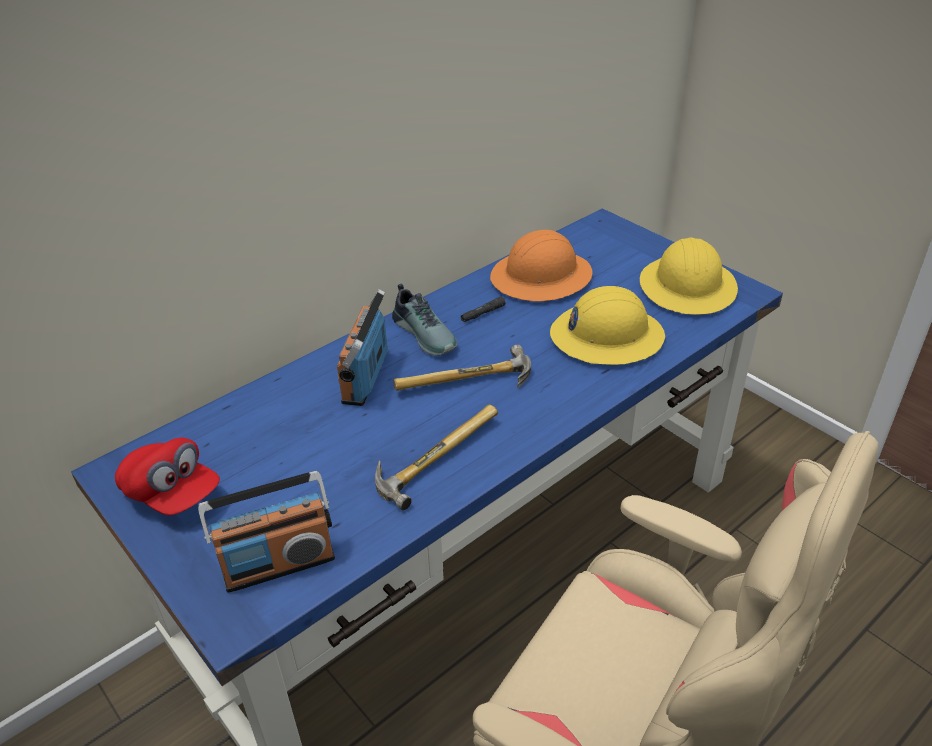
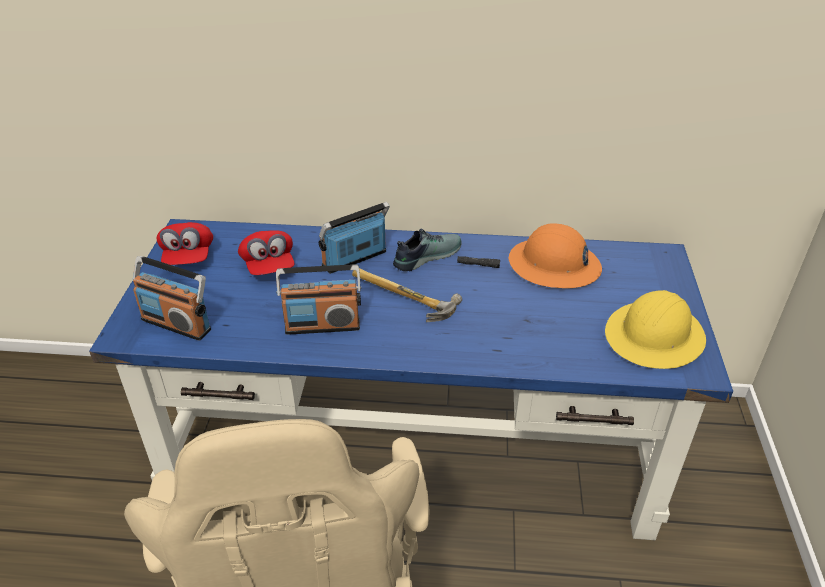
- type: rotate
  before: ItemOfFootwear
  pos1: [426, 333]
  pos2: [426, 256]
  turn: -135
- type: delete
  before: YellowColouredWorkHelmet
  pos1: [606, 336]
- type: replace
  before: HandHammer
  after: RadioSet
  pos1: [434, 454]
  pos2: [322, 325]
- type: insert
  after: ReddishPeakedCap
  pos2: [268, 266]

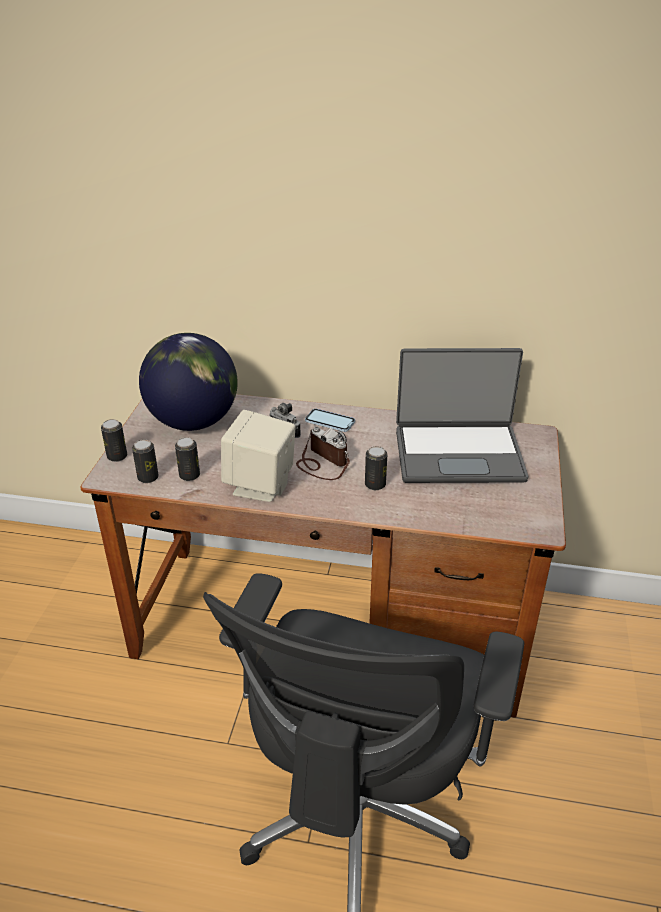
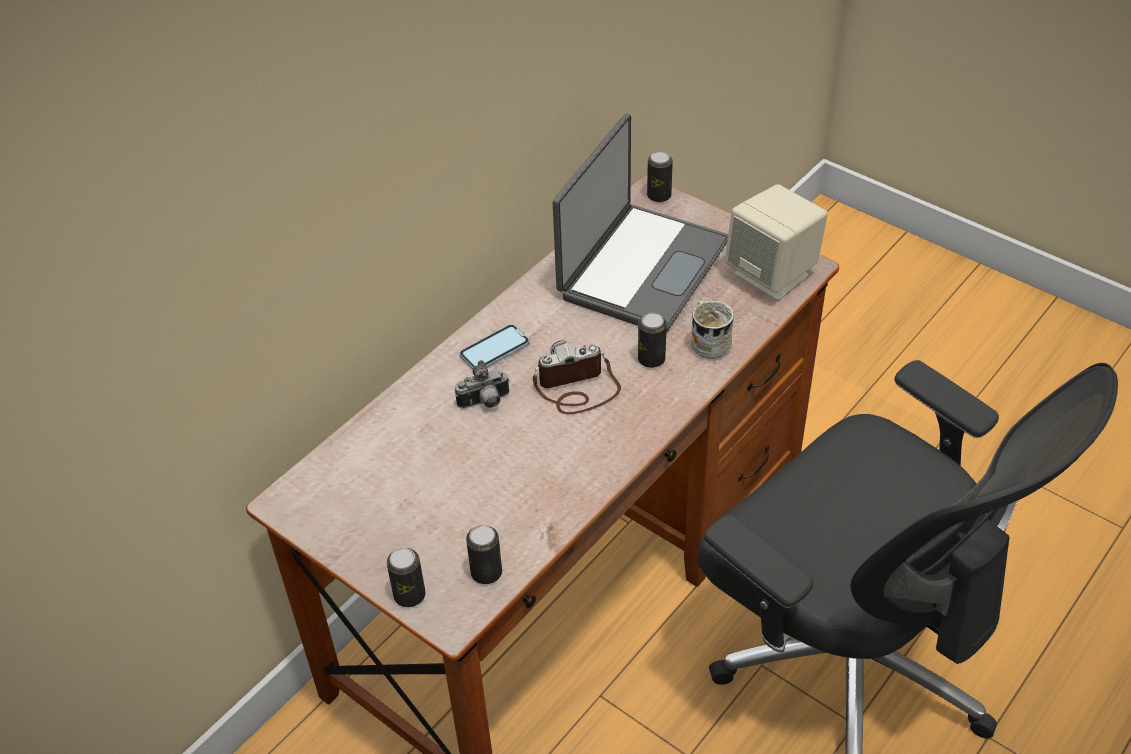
- type: delete
  before: DeskGlobe
  pos1: [193, 422]
- type: move
  before: BeigeColouredAudioSpeaker
  pos1: [260, 485]
  pos2: [772, 275]
- type: move
  before: Can
  pos1: [189, 475]
  pos2: [659, 196]
- type: insert
  after: WhiteCoffeeMug
  pos2: [708, 341]

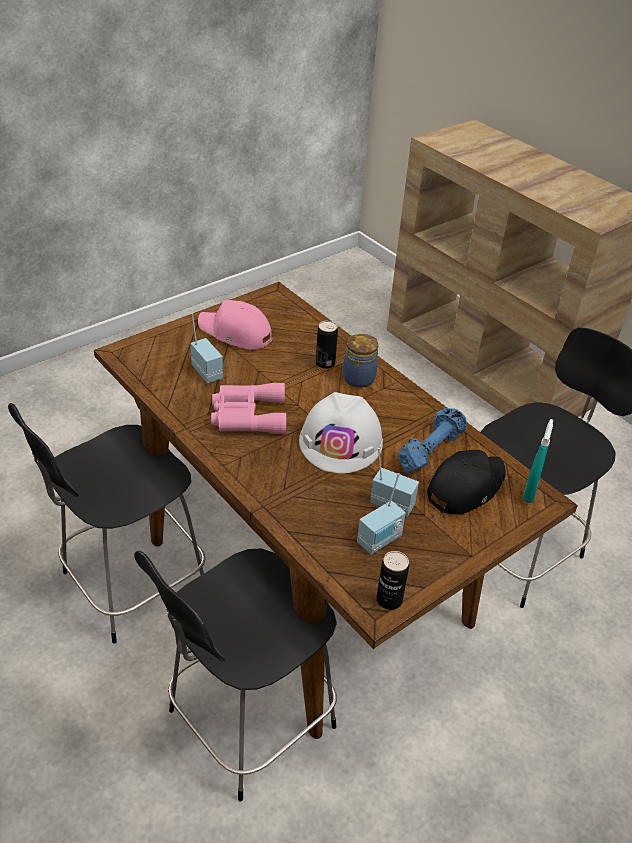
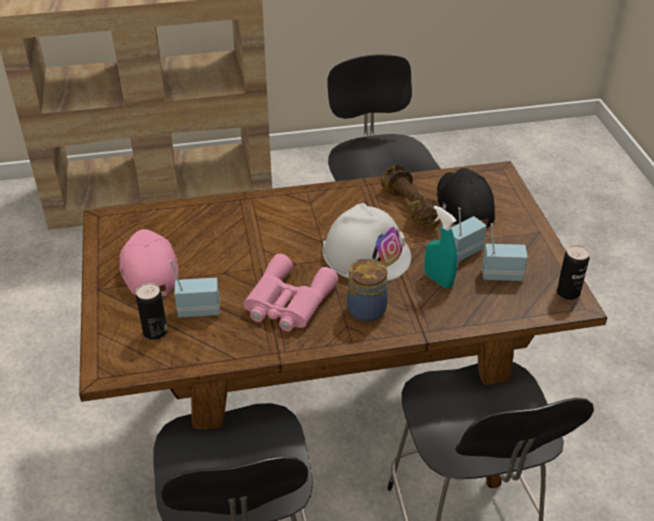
- type: rotate
  before: PinkishPeakedCap
  pos1: [235, 333]
  pos2: [148, 269]
  turn: 105
- type: move
  before: Can
  pos1: [325, 363]
  pos2: [155, 332]
- type: move
  before: StorageJar
  pos1: [359, 378]
  pos2: [366, 308]
- type: recolor
  before: BlueHandWeight
  after: BrownHandWeight
  pos1: [429, 450]
  pos2: [409, 207]
- type: move
  before: BlueGreenSprayBottle
  pos1: [529, 493]
  pos2: [438, 280]
- type: rotate
  before: RadioSet
  pos1: [380, 541]
  pos2: [501, 274]
  turn: -75

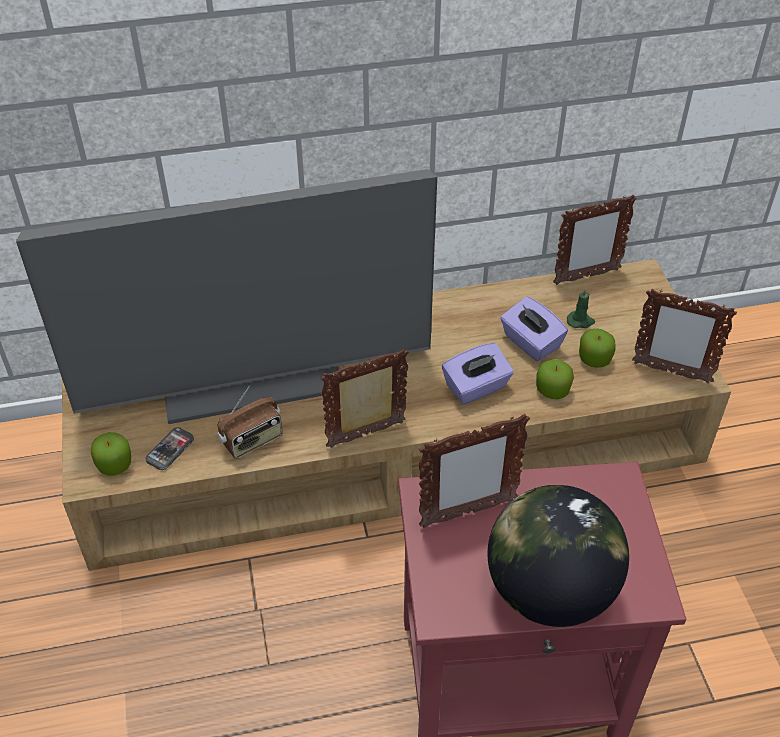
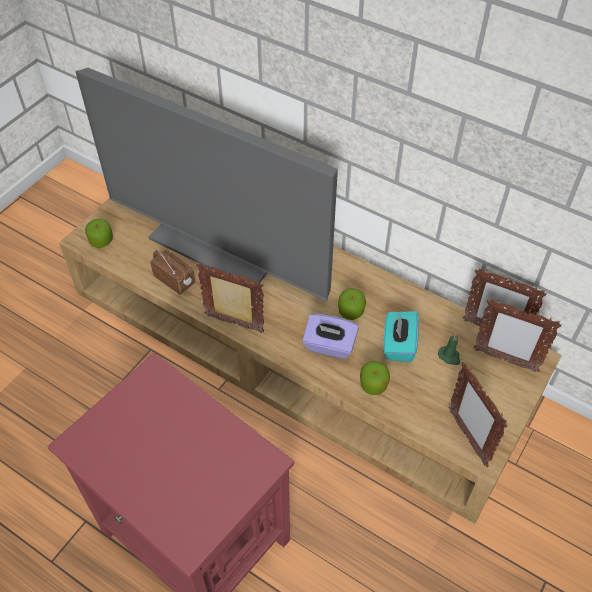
- type: recolor
  before: PurplishTissueBox
  after: BlueGreenTissueBox
  pos1: [530, 342]
  pos2: [398, 345]
- type: move
  before: WholeApple
  pos1: [594, 358]
  pos2: [351, 311]
- type: rotate
  before: RadioSet
  pos1: [252, 441]
  pos2: [175, 280]
  turn: -150
- type: move
  before: PhotoFrame
  pos1: [467, 513]
  pos2: [504, 360]
- type: delete
  before: Telephone
  pos1: [170, 449]
- type: delete
  before: DeskGlobe
  pos1: [549, 591]

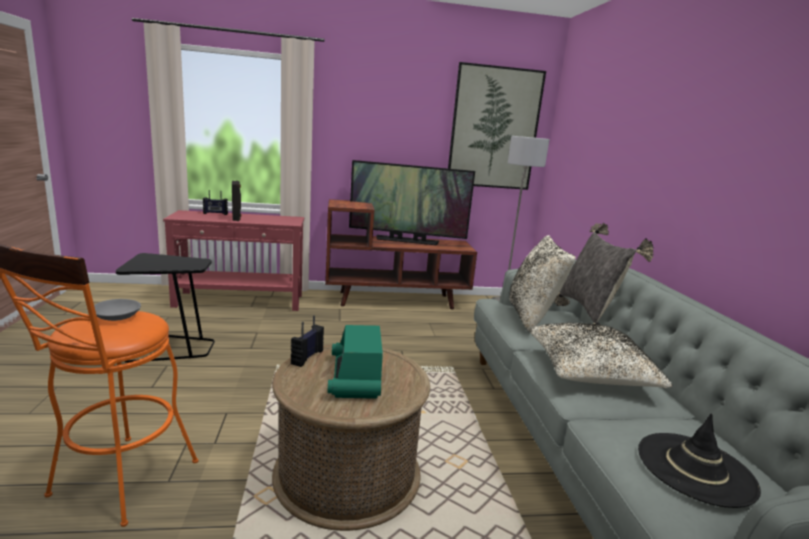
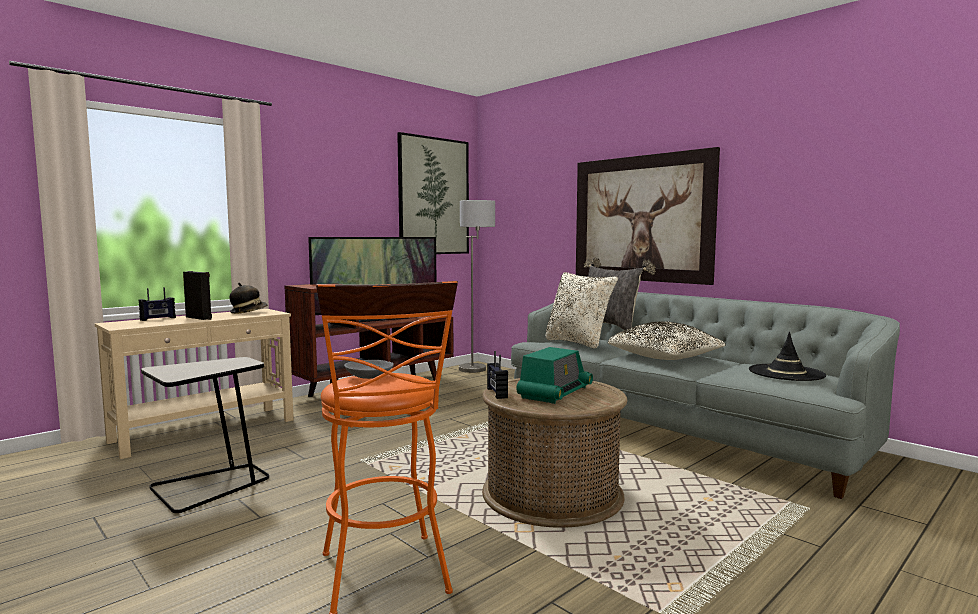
- type: recolor
  before: ReddishConsoleTable
  after: BeigeColouredConsoleTable
  pos1: [240, 301]
  pos2: [206, 431]
- type: rotate
  before: RadioSet
  pos1: [355, 377]
  pos2: [555, 392]
  turn: -105
- type: insert
  after: WallArt
  pos2: [641, 218]
- type: insert
  after: ClothingHat
  pos2: [248, 312]

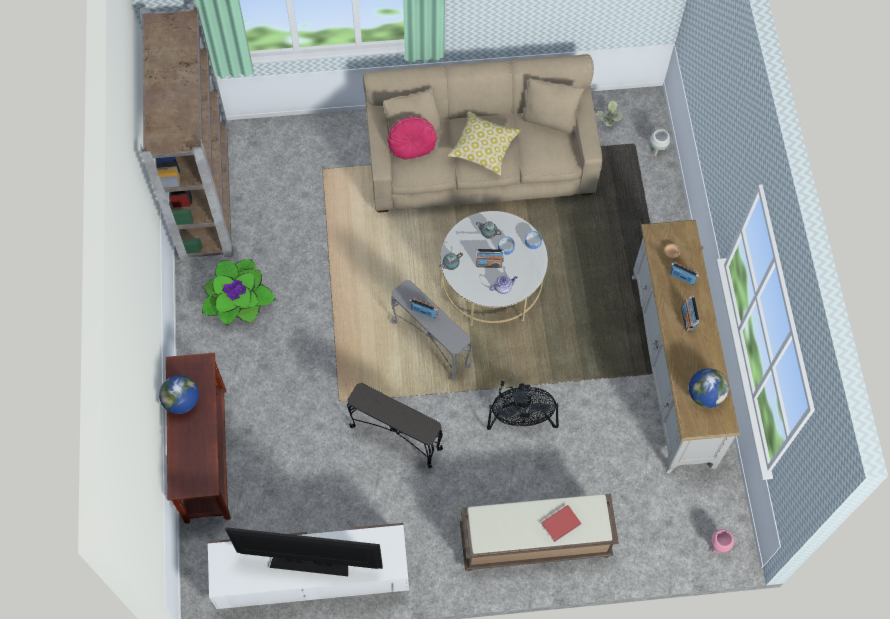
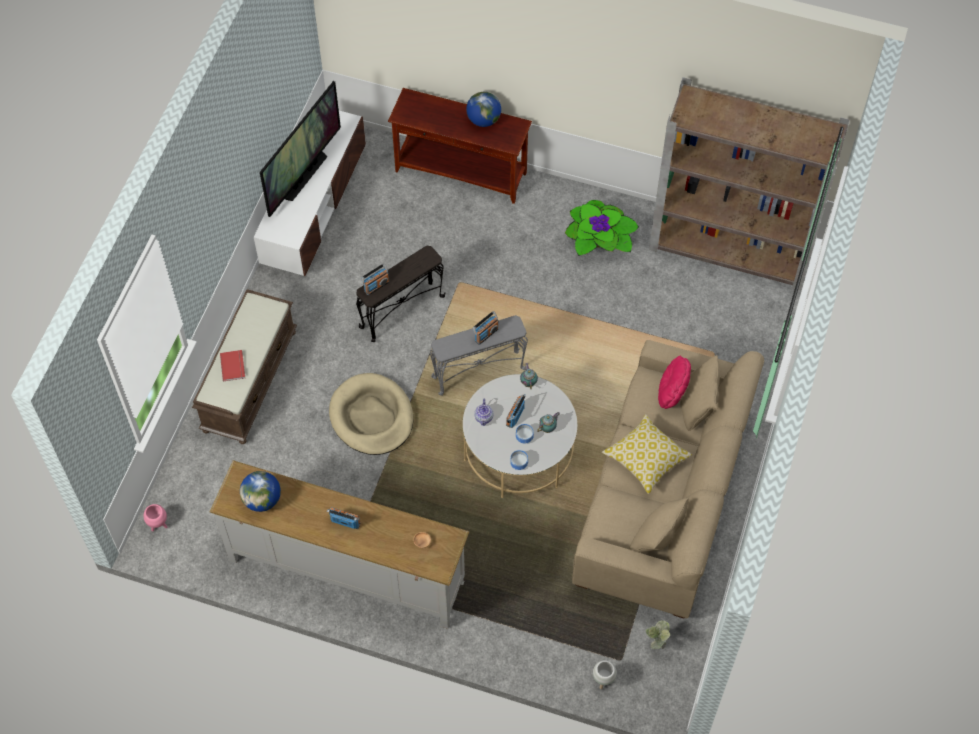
- type: move
  before: RadioSet
  pos1: [682, 277]
  pos2: [376, 286]
- type: replace
  before: BlackFan
  after: BeigeColouredDogBed
  pos1: [518, 415]
  pos2: [371, 417]

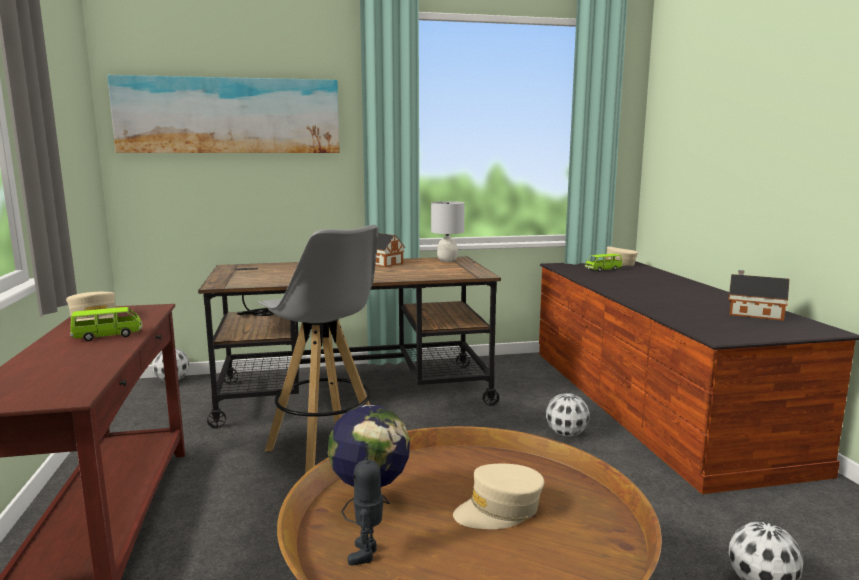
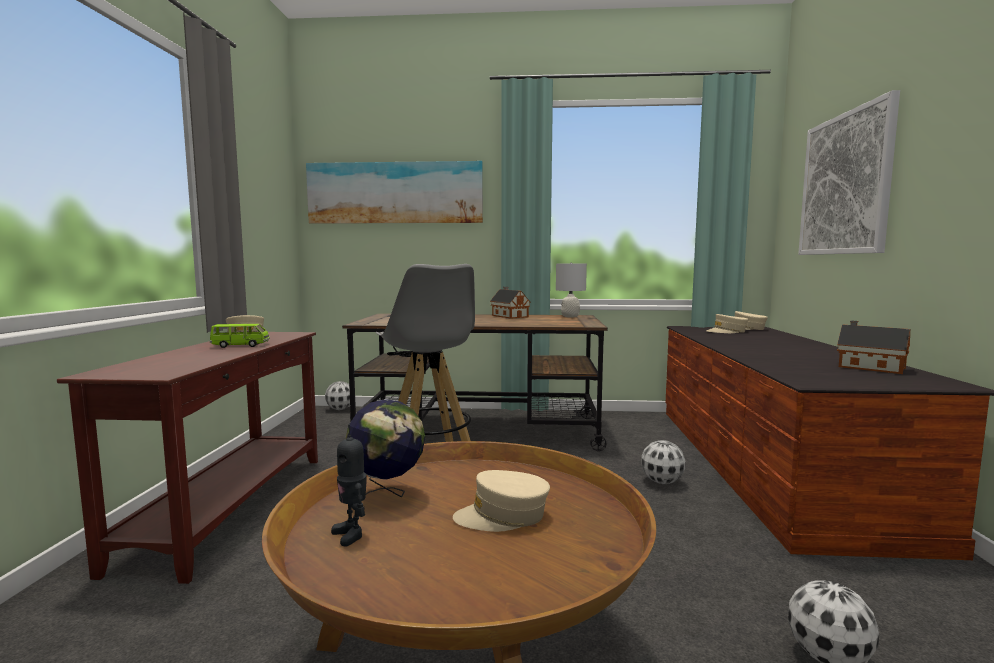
- type: replace
  before: GreenModelCar
  after: BeigeColouredPeakedCap
  pos1: [603, 270]
  pos2: [727, 331]
- type: rotate
  before: RobotFigure
  pos1: [367, 554]
  pos2: [351, 534]
  turn: -60
- type: insert
  after: WallArt
  pos2: [845, 184]

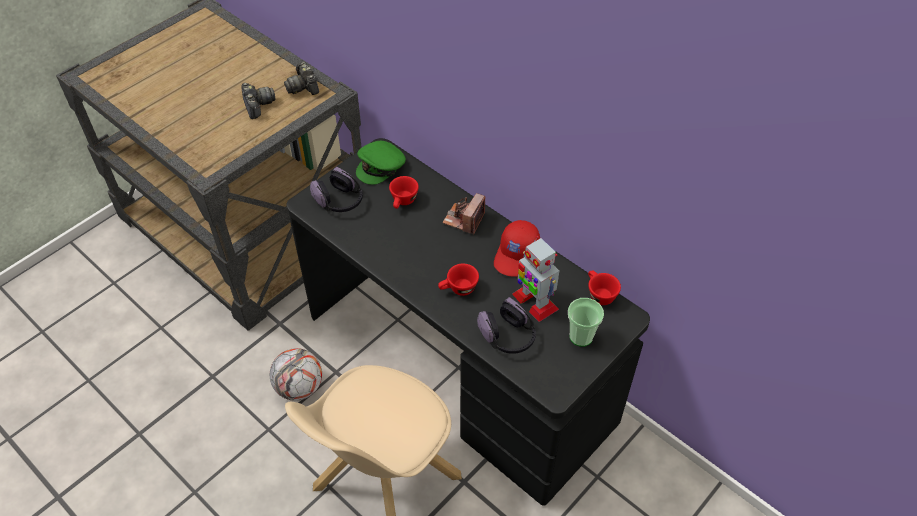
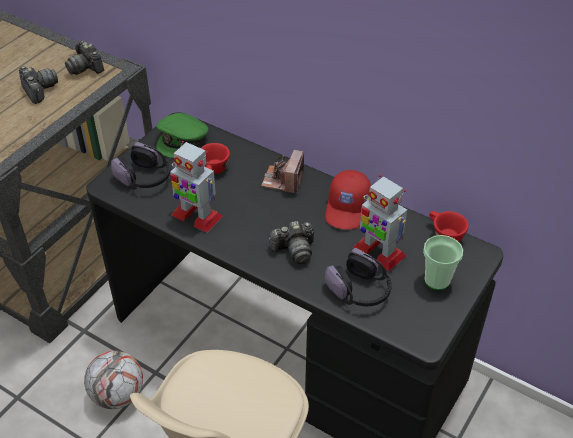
- type: replace
  before: ReddishDrinkingCup
  after: StillCamera
  pos1: [458, 289]
  pos2: [294, 250]
- type: insert
  after: RobotFigure
  pos2: [196, 215]

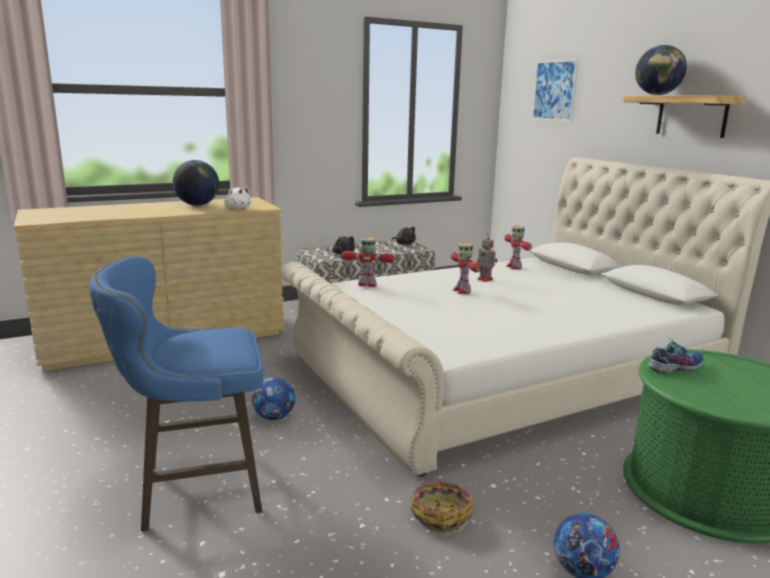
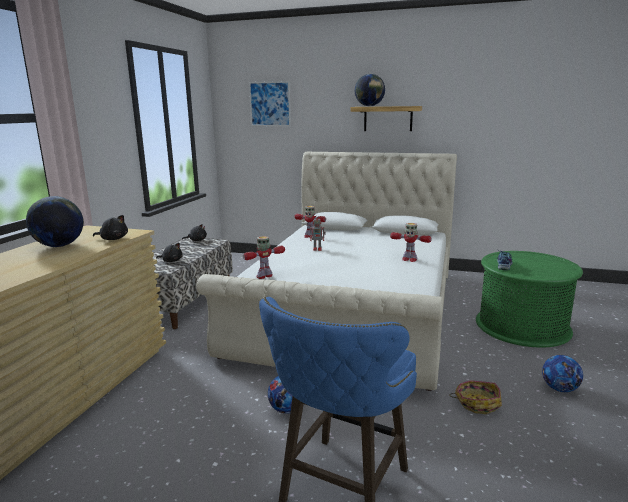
- type: recolor
  before: WhiteSoftToy
  after: BlackSoftToy
  pos1: [237, 208]
  pos2: [113, 239]
- type: move
  before: RobotFigure
  pos1: [462, 291]
  pos2: [409, 259]

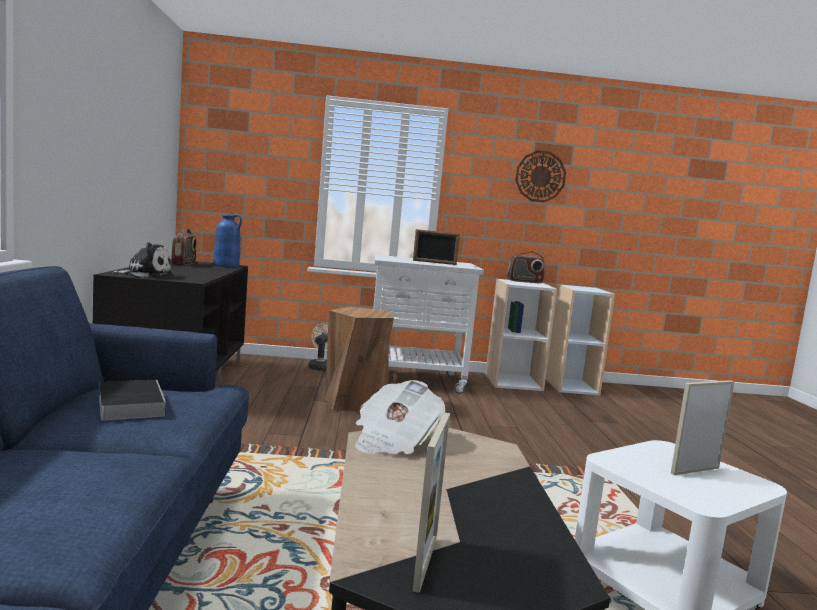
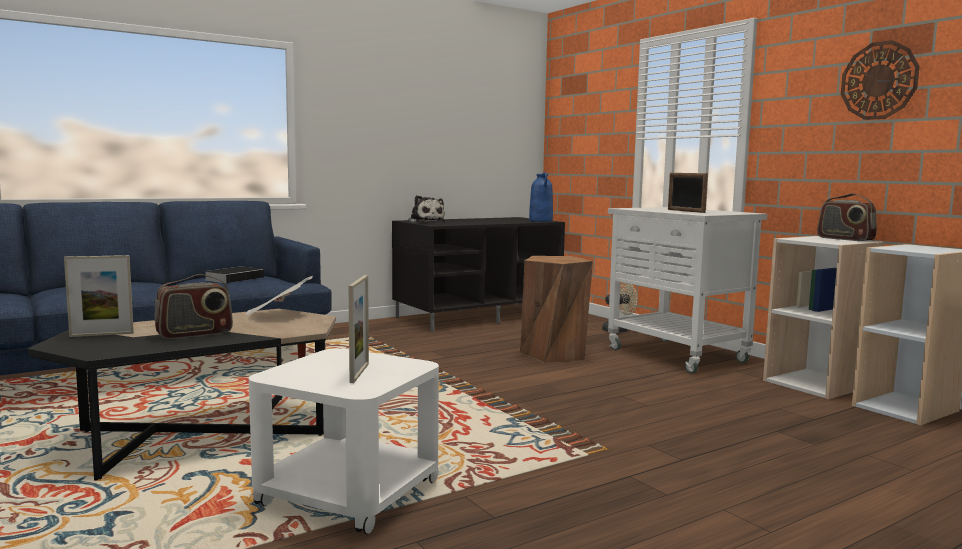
- type: move
  before: RadioSet
  pos1: [184, 263]
  pos2: [195, 334]
- type: rotate
  before: PhotoFrame
  pos1: [695, 470]
  pos2: [359, 373]
  turn: 60

